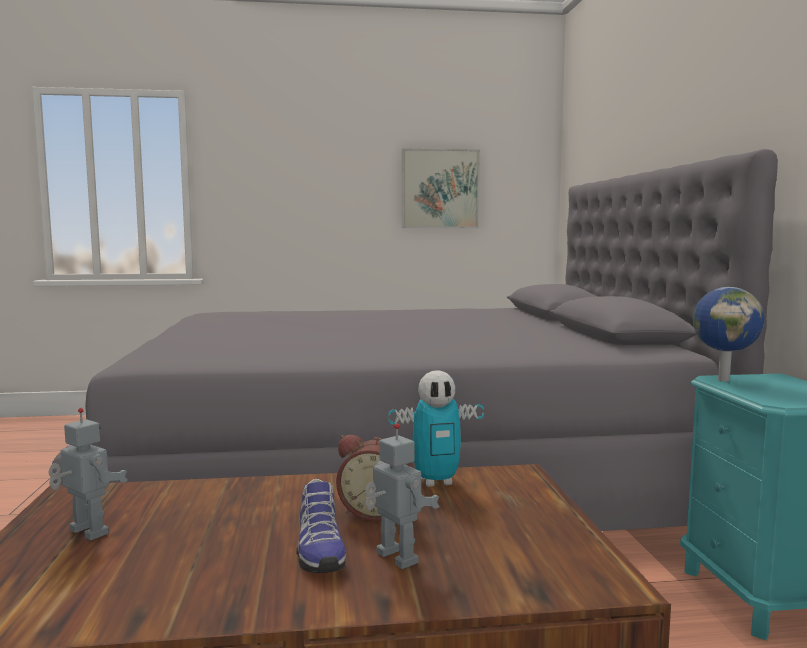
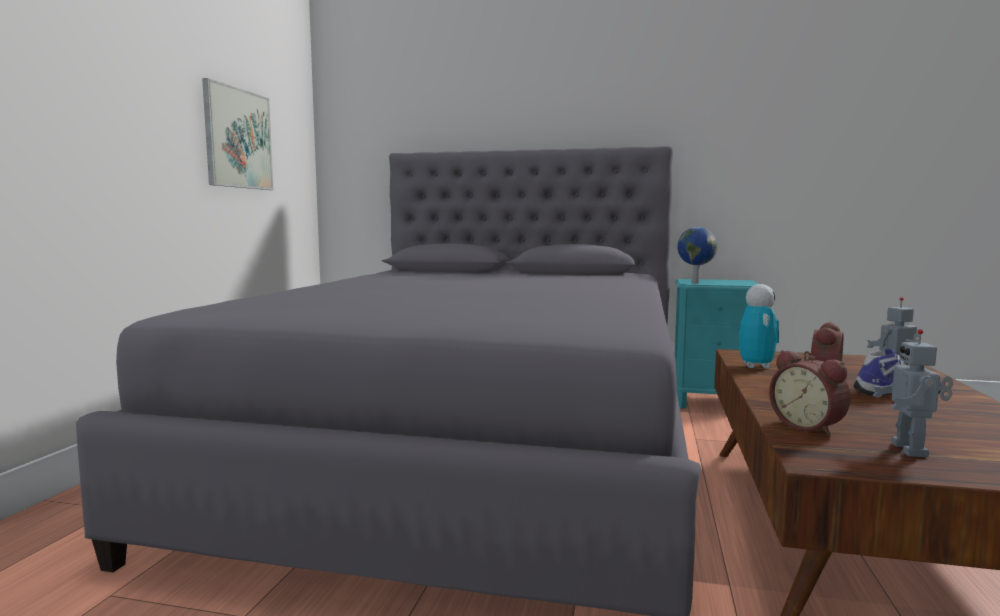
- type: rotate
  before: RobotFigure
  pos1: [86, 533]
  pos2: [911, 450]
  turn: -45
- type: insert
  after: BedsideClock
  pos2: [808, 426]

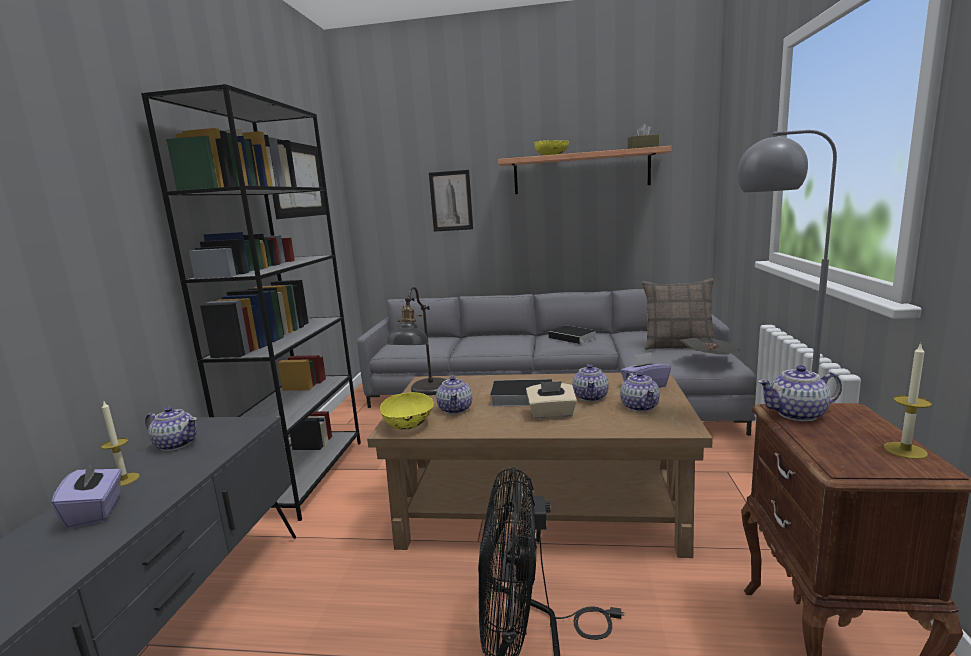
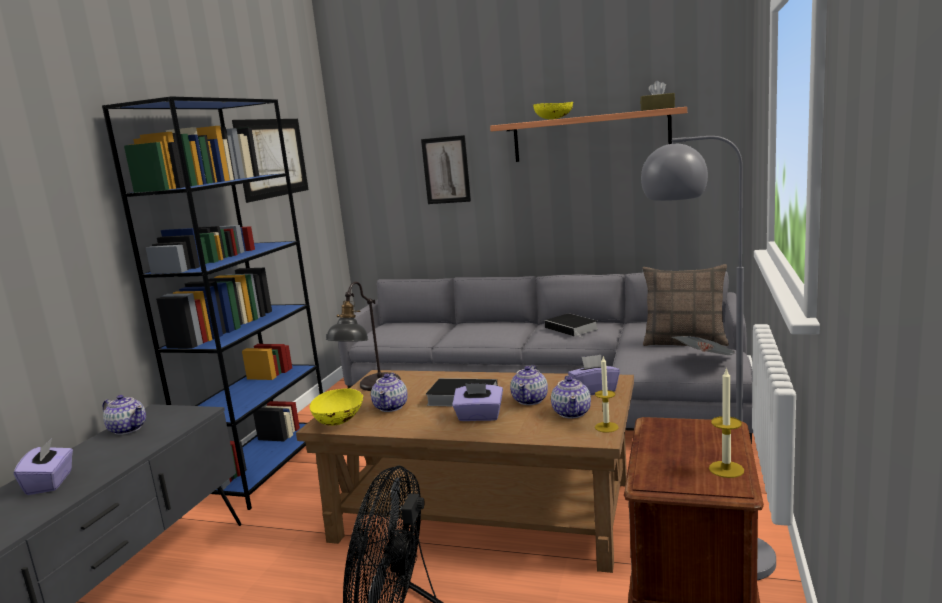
- type: recolor
  before: GreyShelvingUnit
  after: BlueShelvingUnit
  pos1: [303, 476]
  pos2: [264, 467]
- type: delete
  before: TeaPot
  pos1: [798, 414]
- type: recolor
  before: BeigeColouredTissueBox
  after: PurplishTissueBox
  pos1: [551, 414]
  pos2: [479, 416]
- type: move
  before: WaxLight
  pos1: [124, 480]
  pos2: [606, 427]

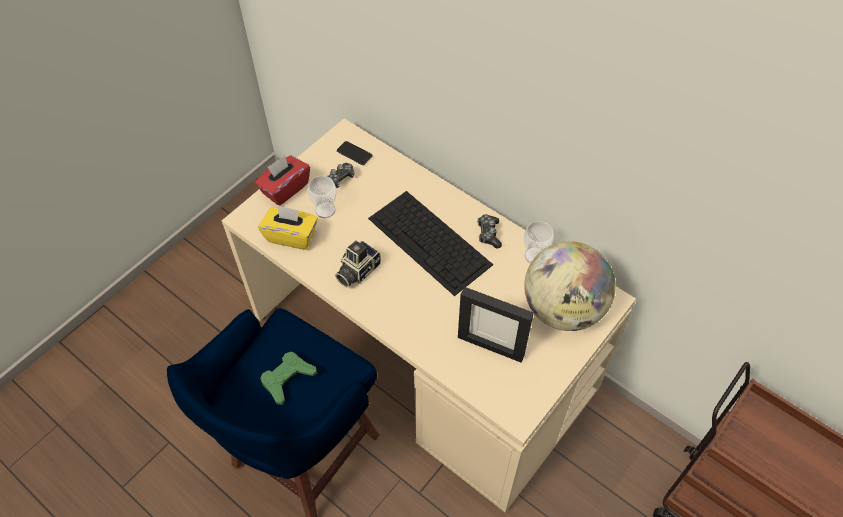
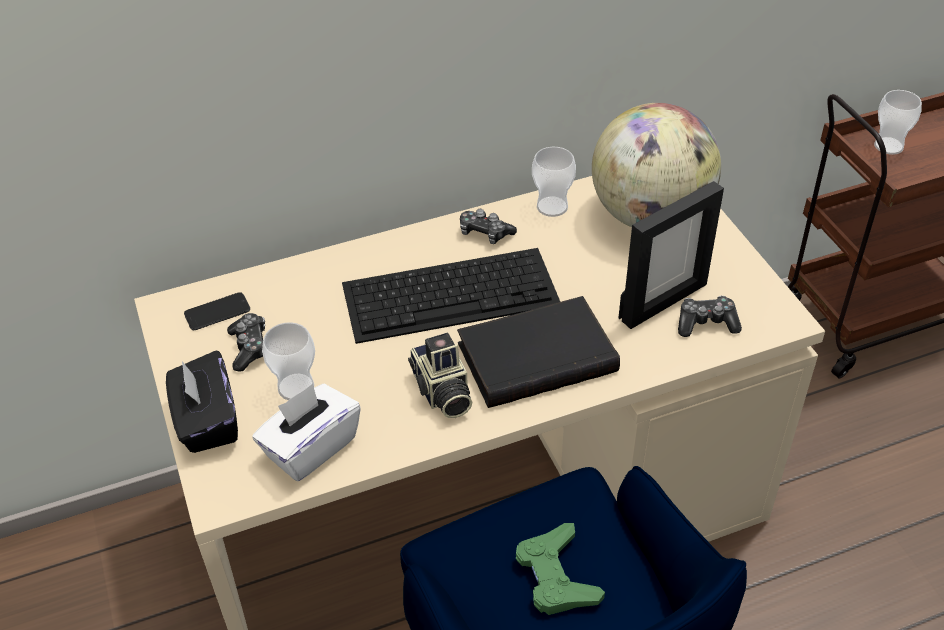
- type: recolor
  before: ReddishTissueBox
  after: BlackTissueBox
  pos1: [285, 189]
  pos2: [207, 421]
- type: recolor
  before: YellowColouredTissueBox
  after: WhiteTissueBox
  pos1: [291, 236]
  pos2: [311, 447]
- type: insert
  after: DrinkingCup
  pos2: [888, 146]
- type: insert
  after: BlackVolume
  pos2: [536, 355]
- type: insert
  after: GameController
  pos2: [706, 323]

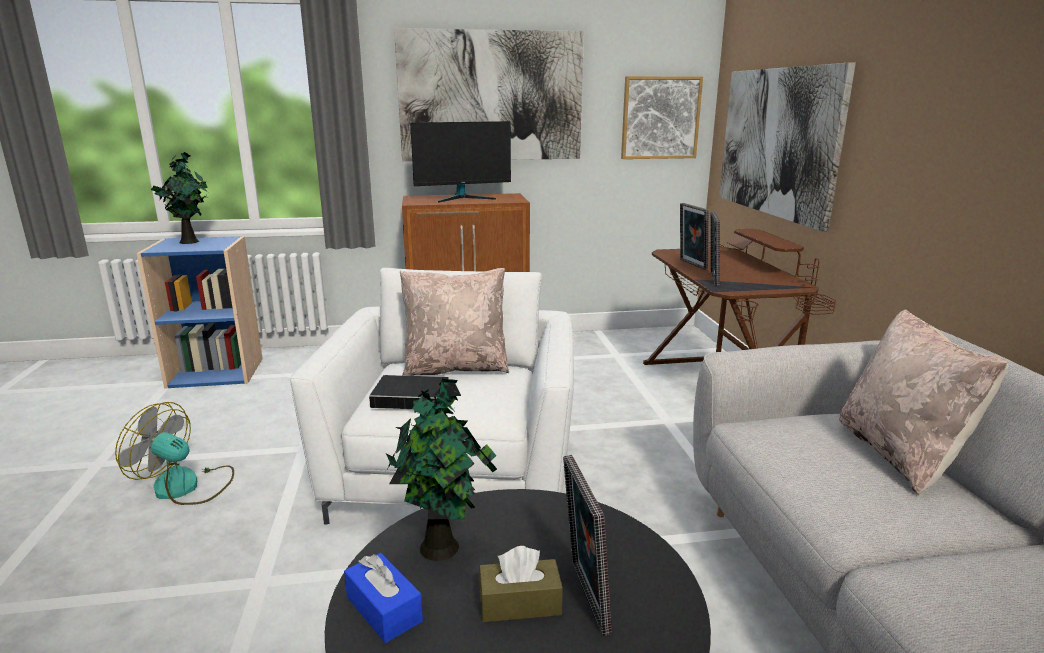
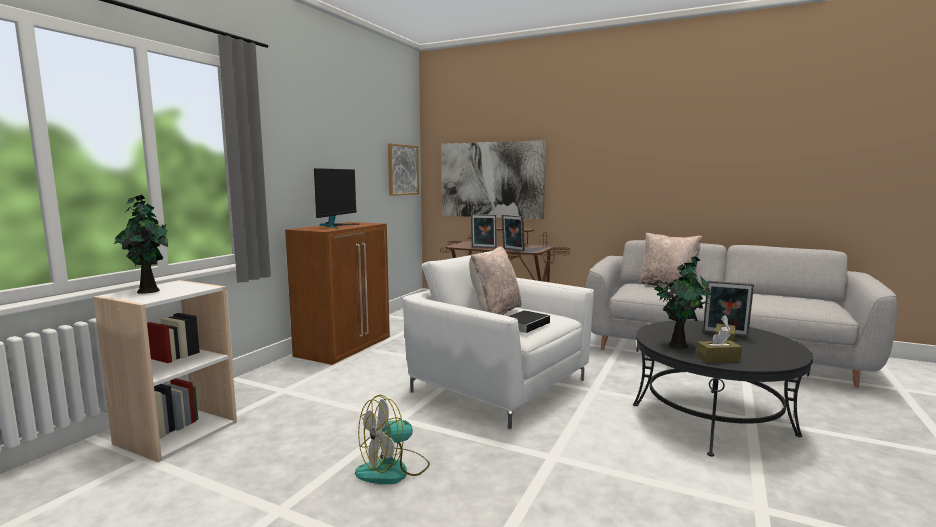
- type: delete
  before: WallArt
  pos1: [491, 96]
- type: recolor
  before: BlueShelvingUnit
  after: WhiteShelvingUnit
  pos1: [217, 372]
  pos2: [177, 432]
- type: recolor
  before: BlueTissueBox
  after: BrownTissueBox
  pos1: [384, 609]
  pos2: [718, 359]

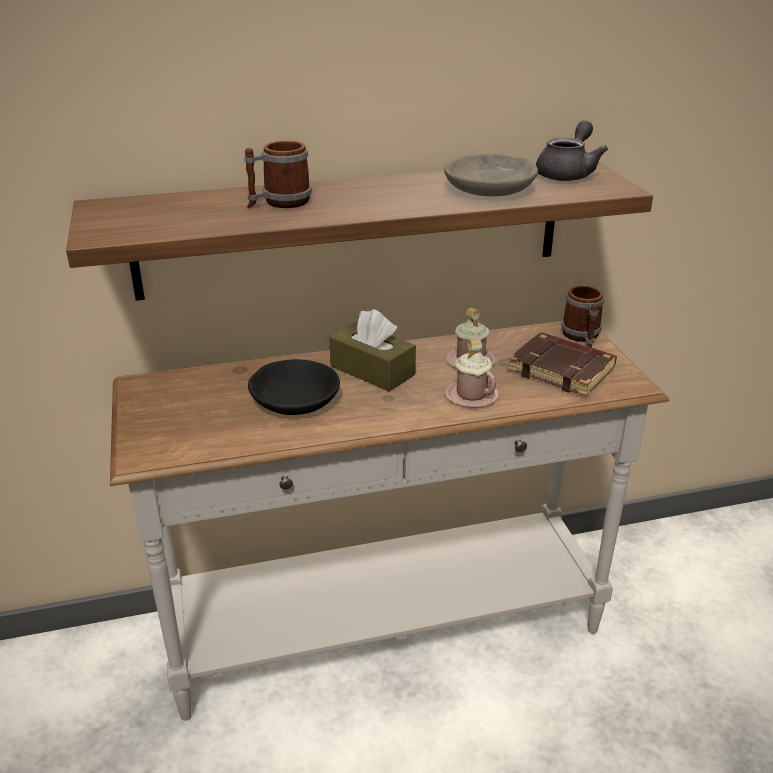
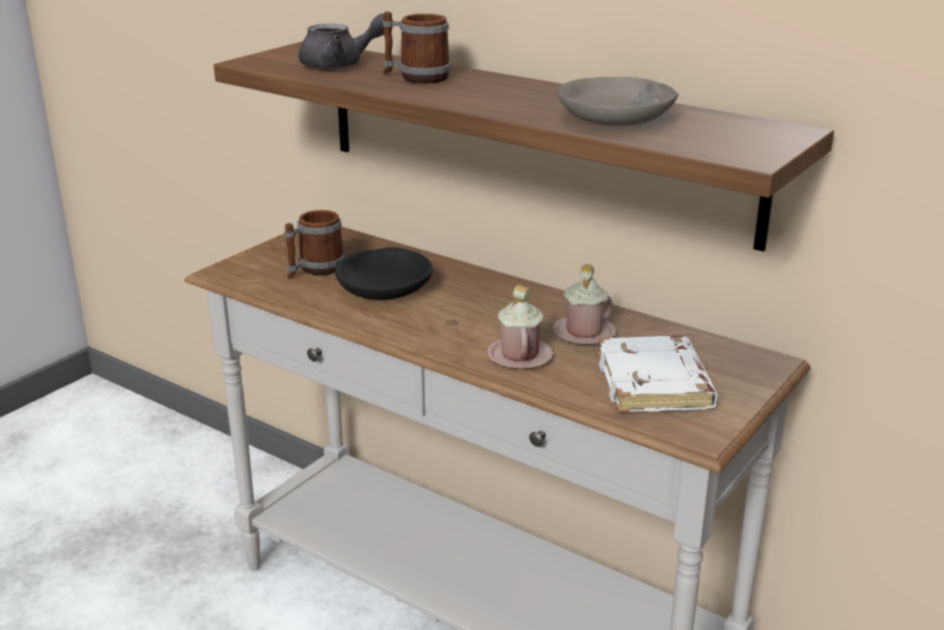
- type: move
  before: GreyTeaPot
  pos1: [568, 173]
  pos2: [341, 65]
- type: move
  before: CoffeeMug
  pos1: [582, 337]
  pos2: [314, 270]
- type: delete
  before: BrownTissueBox
  pos1: [372, 370]
- type: recolor
  before: BrownVolume
  after: WhiteVolume
  pos1: [563, 370]
  pos2: [656, 384]

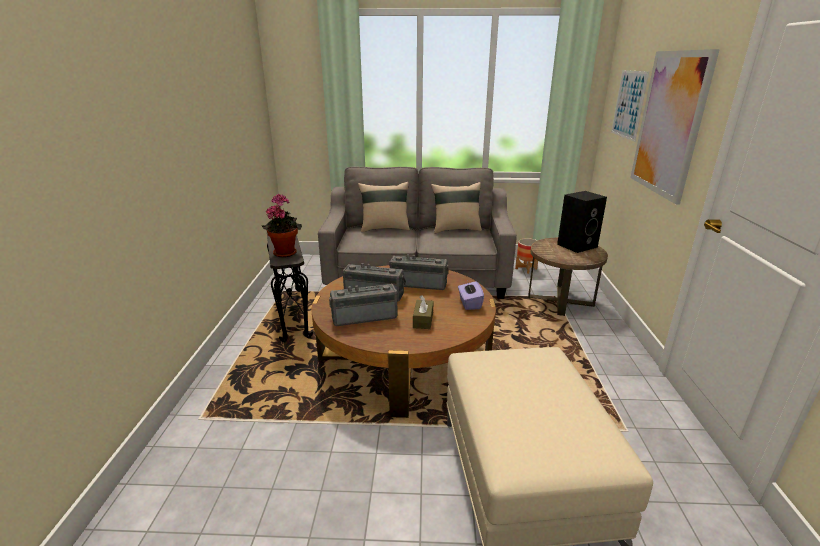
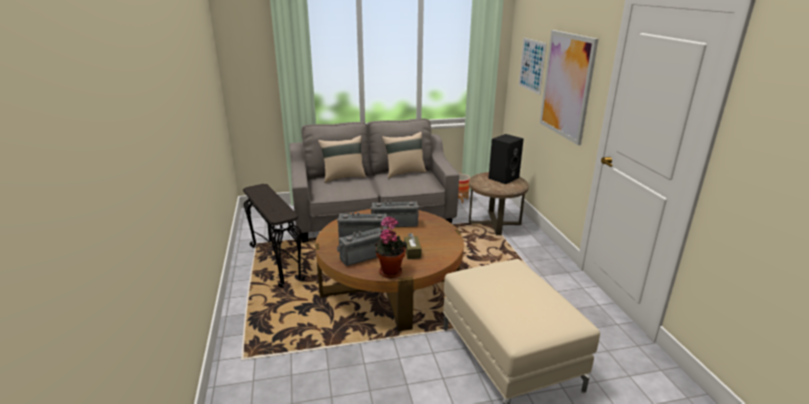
- type: move
  before: PlantInAPot
  pos1: [285, 252]
  pos2: [390, 271]
- type: delete
  before: PurplishTissueBox
  pos1: [469, 303]

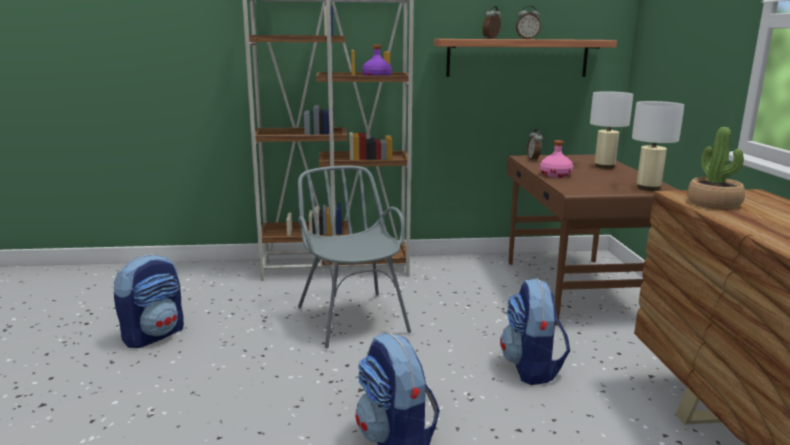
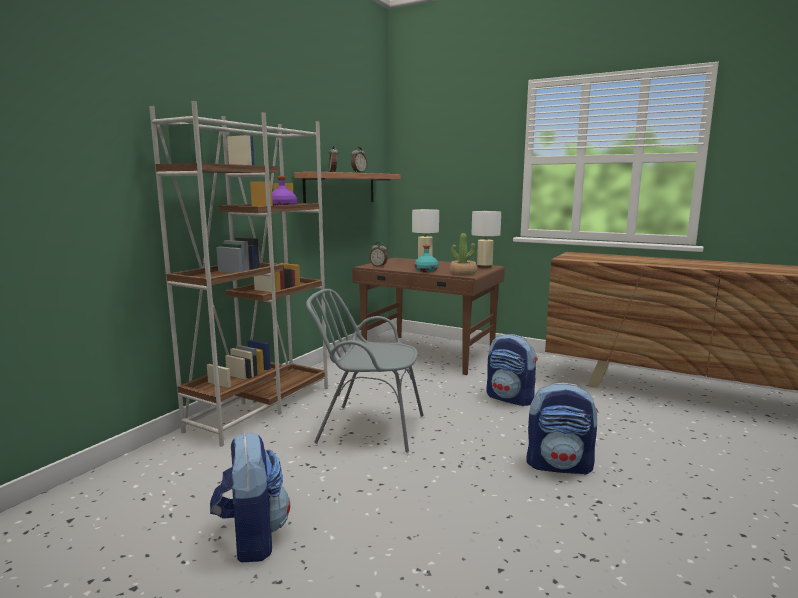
- type: move
  before: PlantInAPot
  pos1: [714, 203]
  pos2: [463, 273]
- type: recolor
  before: PinkishBeverageBottle
  after: BlueGreenBeverageBottle
  pos1: [556, 175]
  pos2: [426, 270]

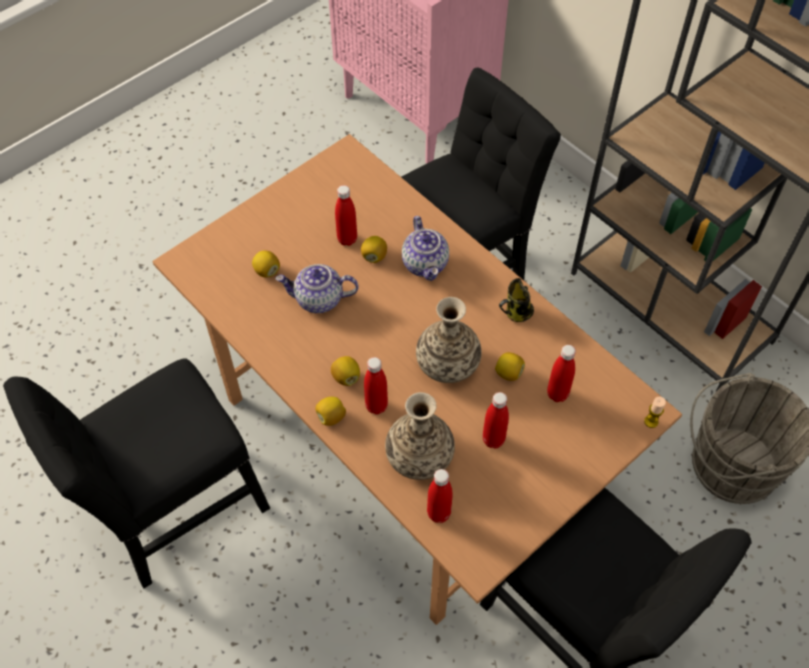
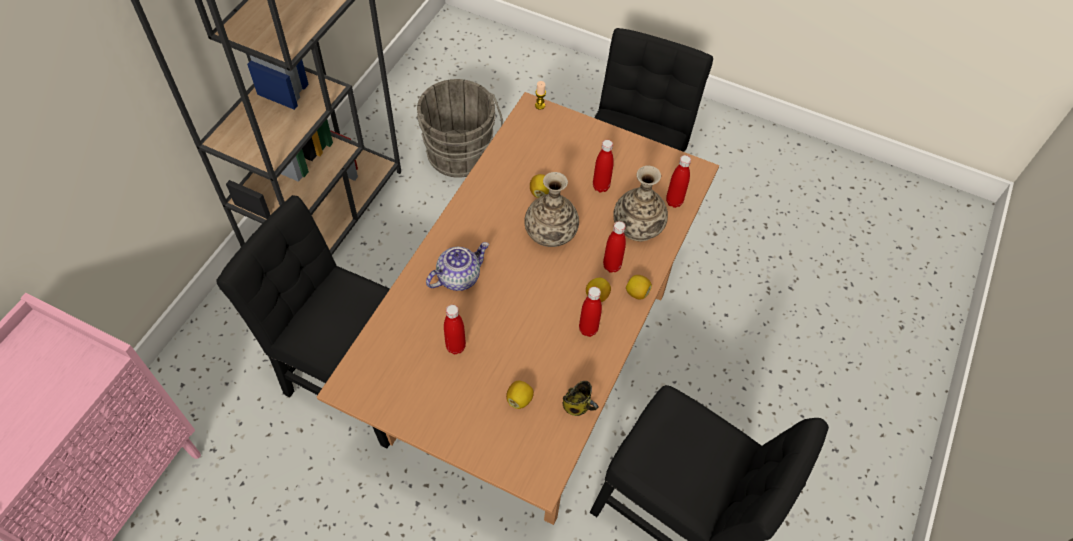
- type: delete
  before: Lemon
  pos1: [374, 256]
- type: delete
  before: TeaPot
  pos1: [318, 300]
- type: move
  before: CoffeeMug
  pos1: [516, 313]
  pos2: [578, 406]
- type: move
  before: ReddishBeverageBottle
  pos1: [557, 394]
  pos2: [588, 329]

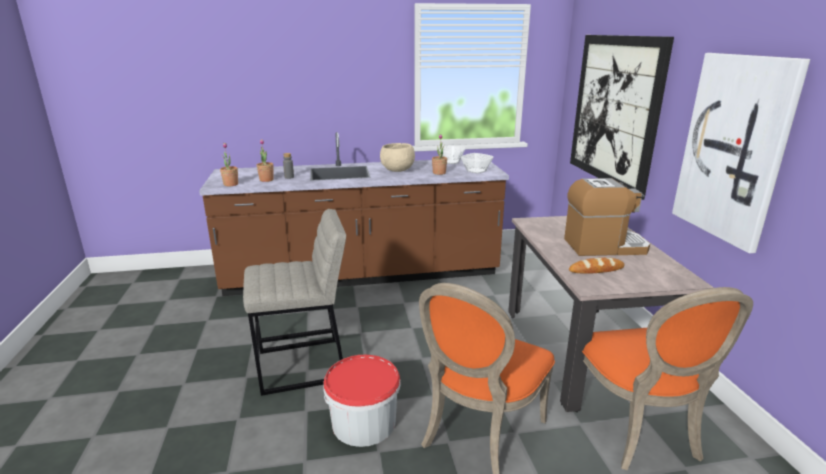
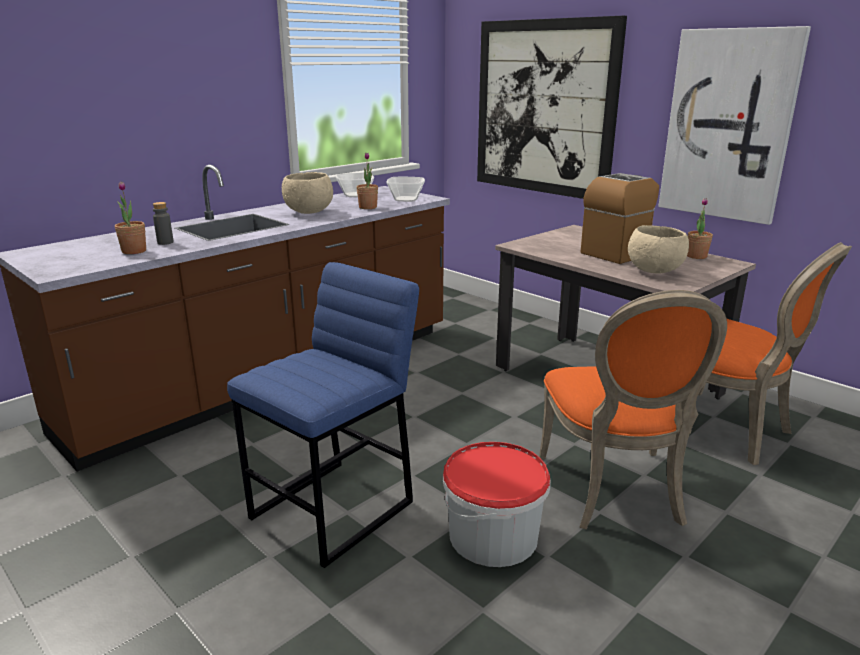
- type: move
  before: PlantInAPot
  pos1: [231, 184]
  pos2: [696, 256]
- type: recolor
  before: GreyUprightChair
  after: BlueUprightChair
  pos1: [304, 365]
  pos2: [335, 507]
- type: replace
  before: Bread
  after: BeigeColouredBowl
  pos1: [596, 269]
  pos2: [654, 271]

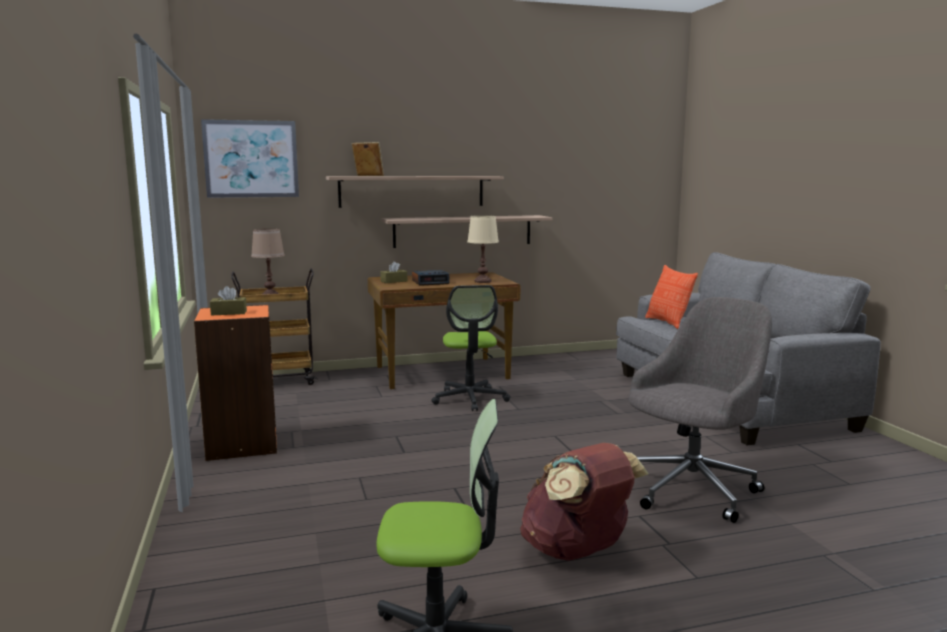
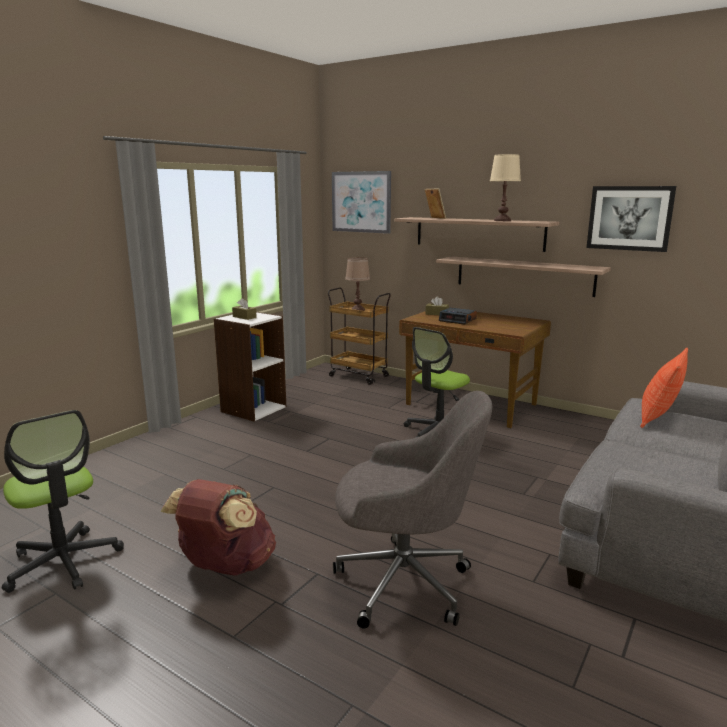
- type: move
  before: BeigeColouredLampForATable
  pos1: [483, 281]
  pos2: [502, 220]
- type: recolor
  before: OrangeyShelvingUnit
  after: WhiteShelvingUnit
  pos1: [241, 444]
  pos2: [253, 409]
- type: insert
  after: WallArt
  pos2: [629, 218]

